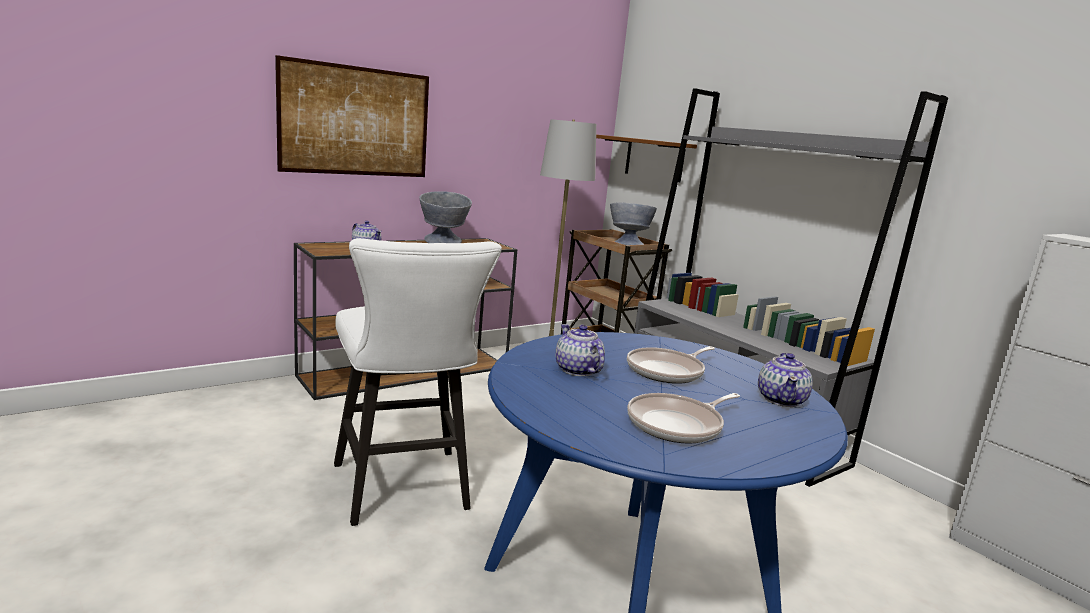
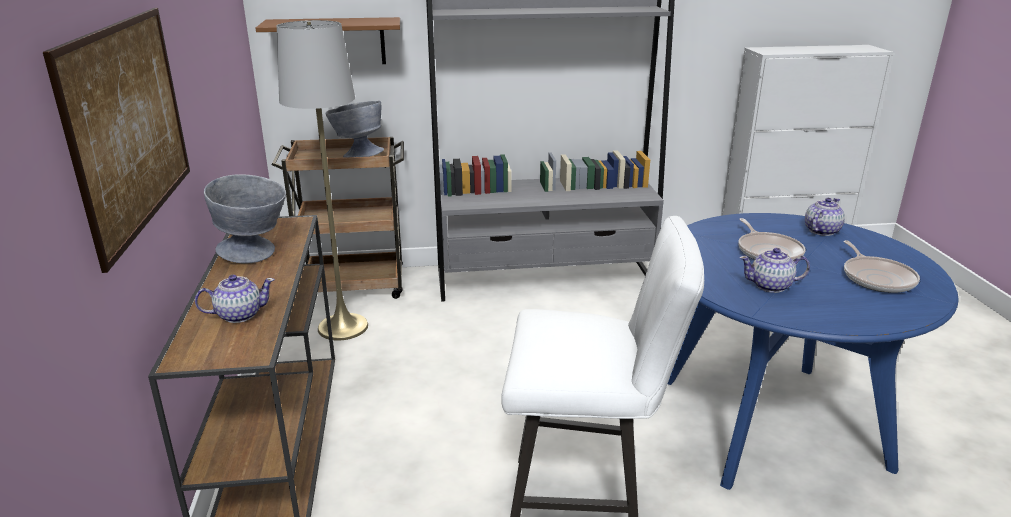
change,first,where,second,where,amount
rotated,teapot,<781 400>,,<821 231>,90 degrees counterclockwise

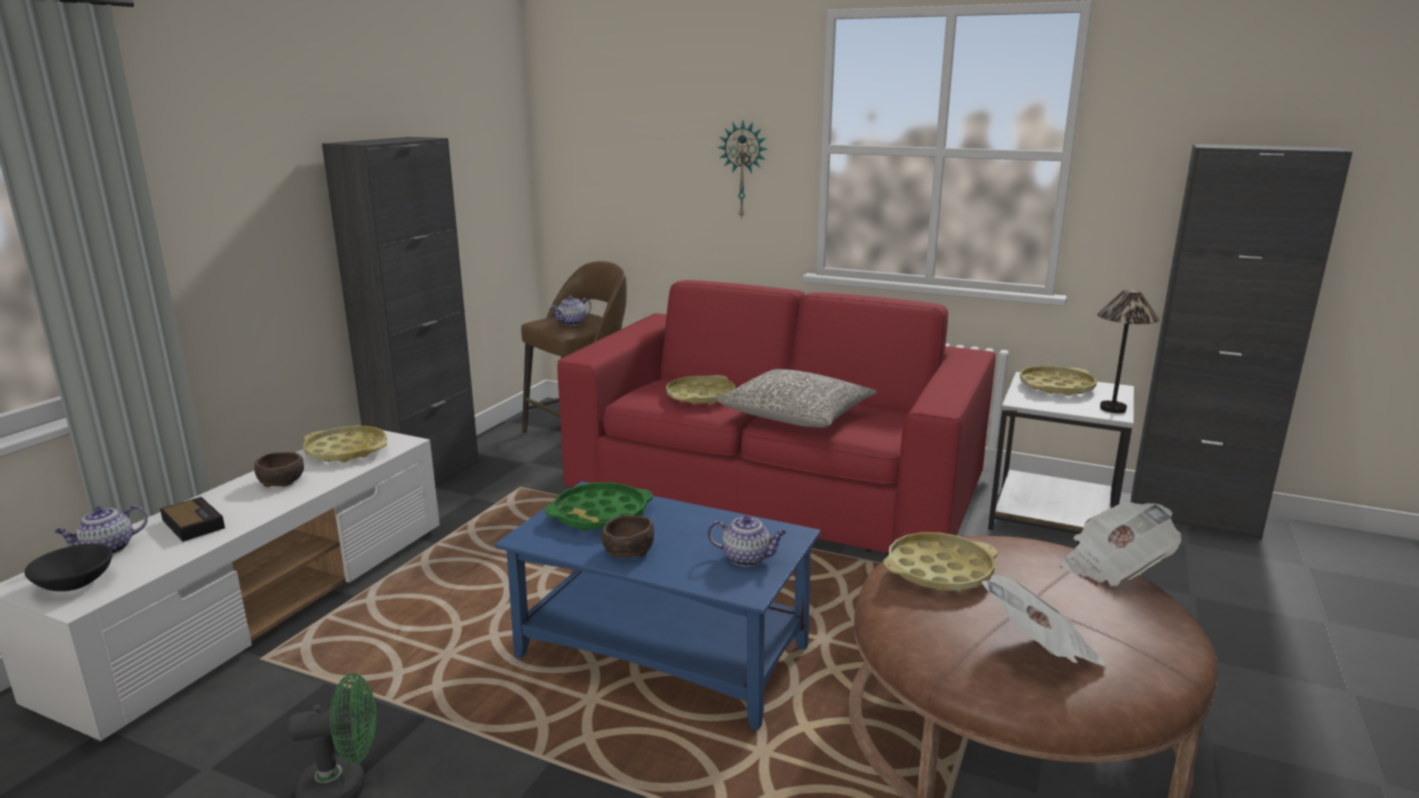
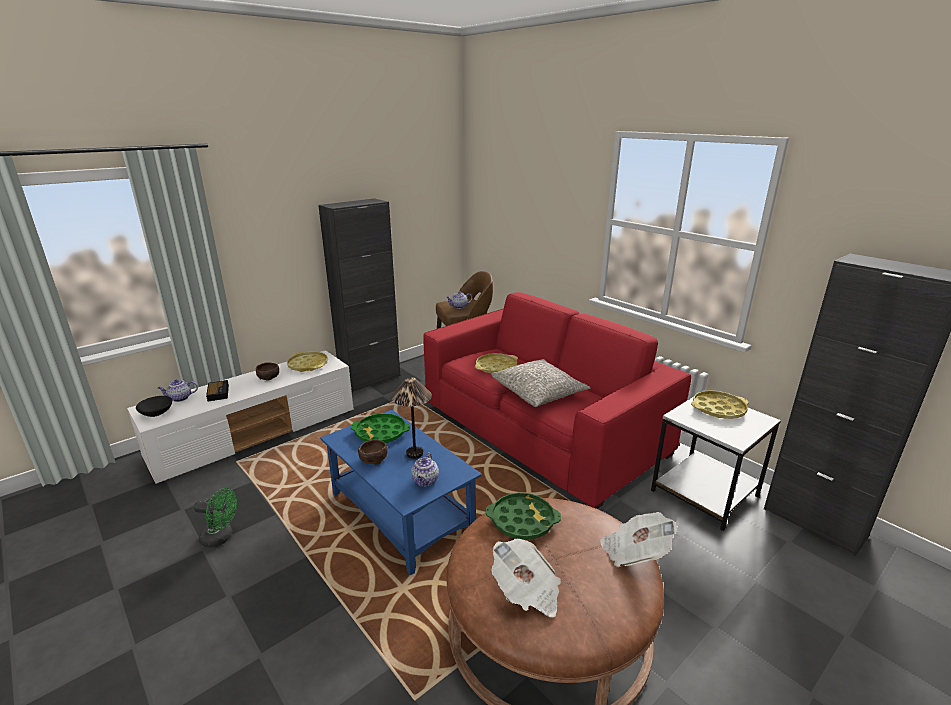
change,first,where,second,where,amount
gone,wall_clock,<743 170>,,,
shifted,table_lamp,<1113 409>,,<415 453>,
rotated,teapot,<747 558>,,<425 481>,60 degrees clockwise
repainted,yellow_tray,<939 570>,green_tray,<522 520>,

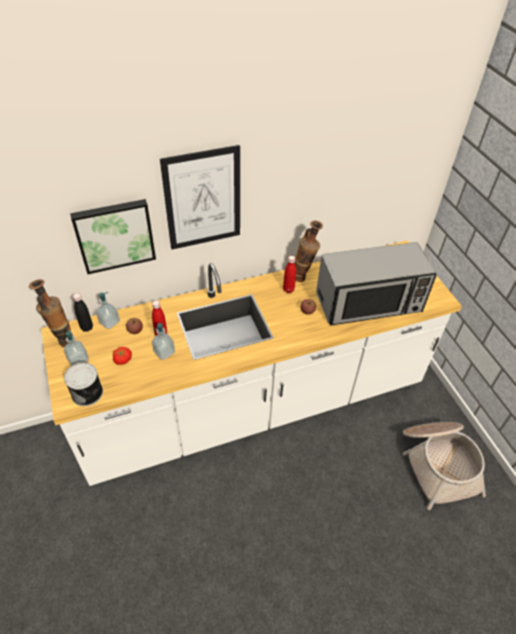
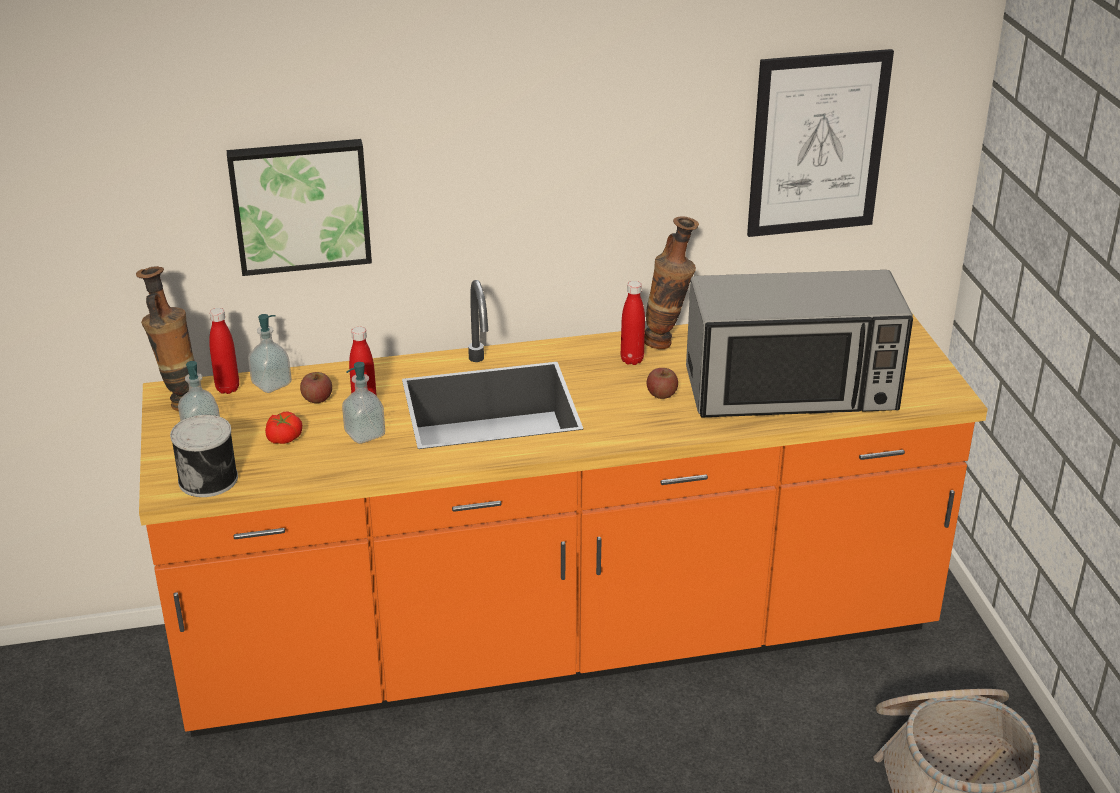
change,first,where,second,where,amount
shifted,picture,<203 199>,,<817 144>,
repainted,white_counter,<254 405>,orange_counter,<560 642>,
repainted,black_bottle,<87 328>,red_bottle,<227 388>,

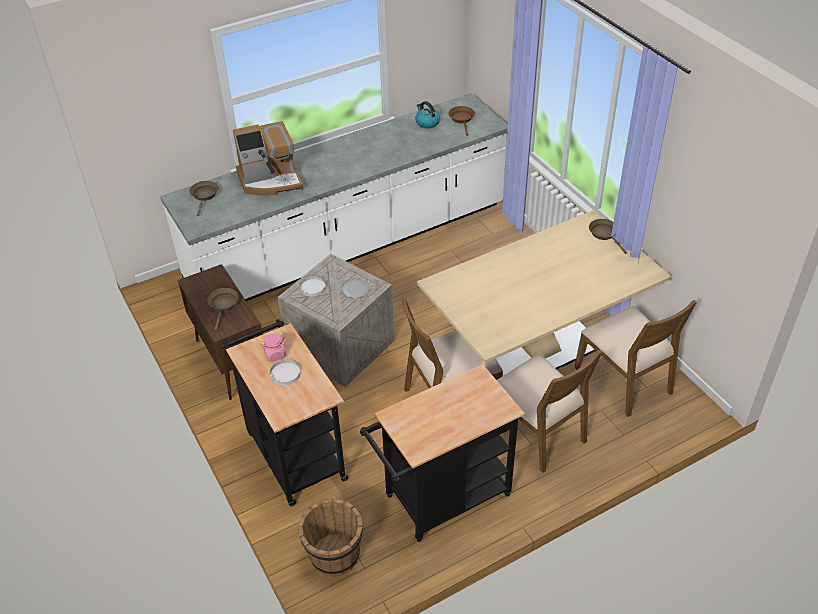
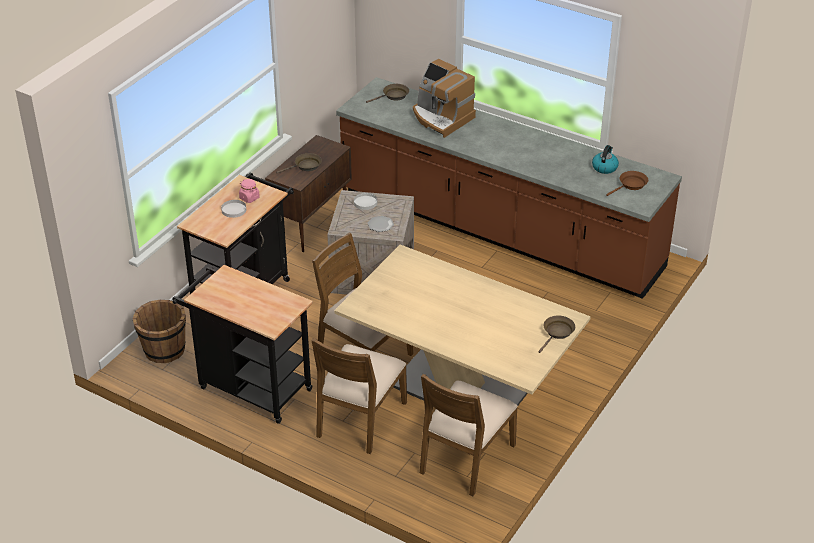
change,first,where,second,where,amount
repainted,white_counter,<349 245>,brown_counter,<498 230>,

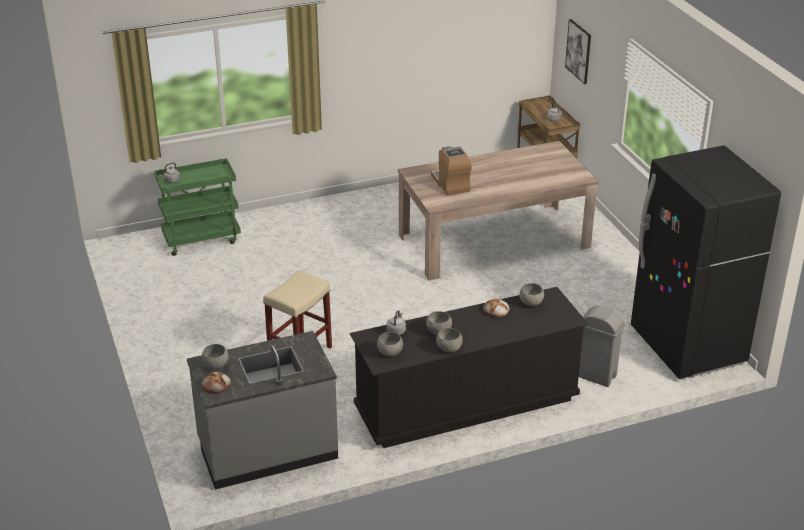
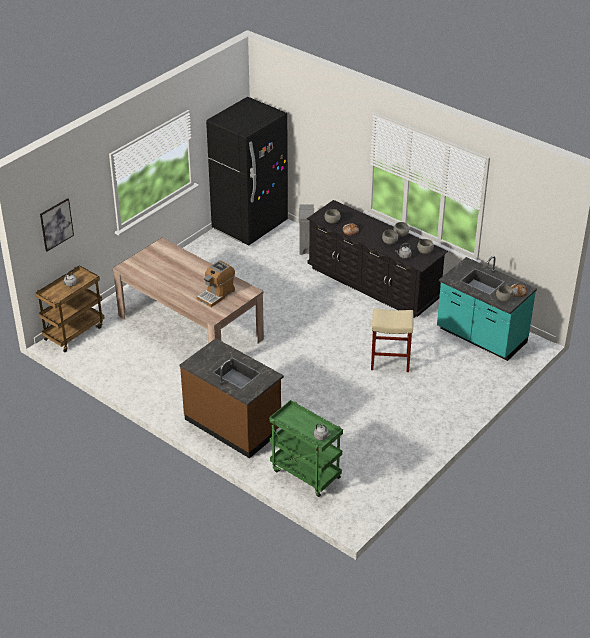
change,first,where,second,where,amount
repainted,grey_counter,<267 449>,turquoise_counter,<481 337>,
new,,,brown_counter,<233 424>,

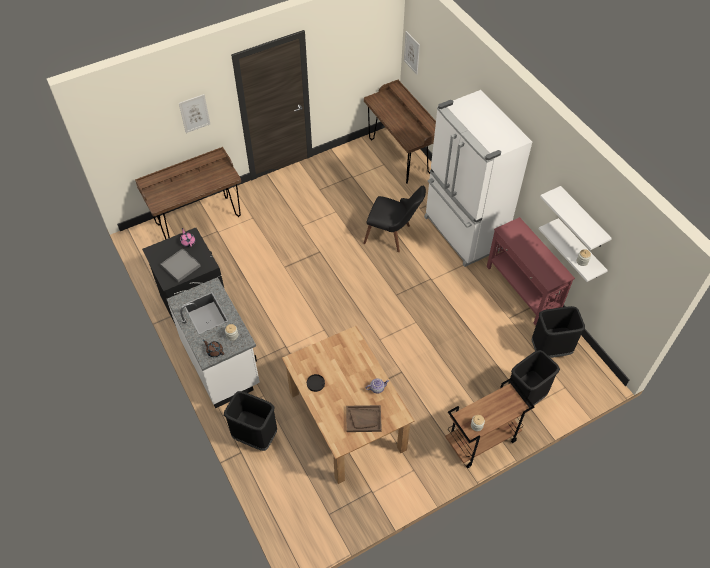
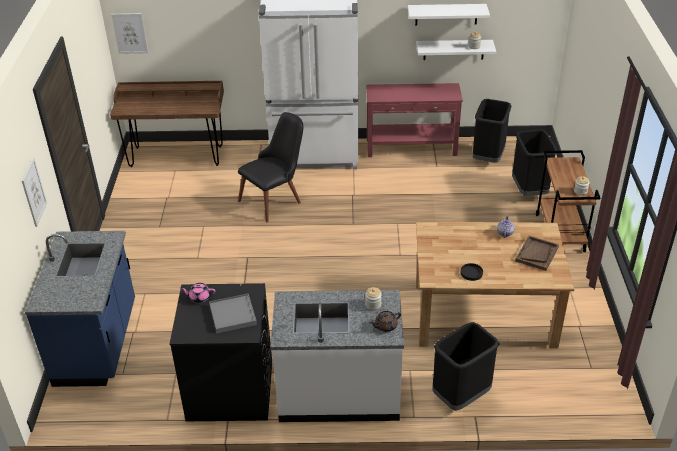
change,first,where,second,where,amount
swapped,brown_desk,<198 220>,blue_counter,<98 344>,

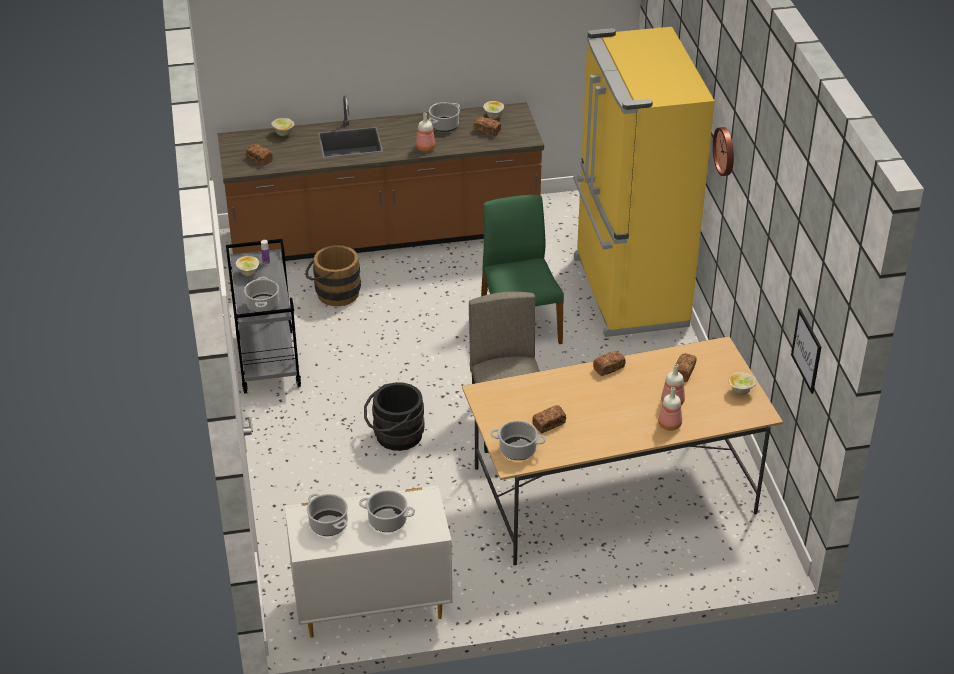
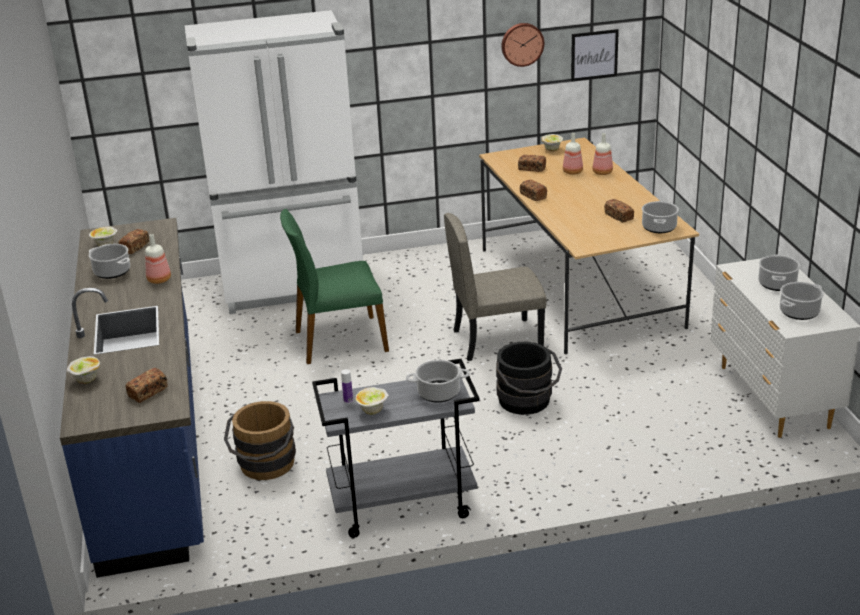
change,first,where,second,where,amount
repainted,yellow_fridge,<627 292>,white_fridge,<293 286>,
repainted,brown_counter,<384 236>,blue_counter,<152 438>,
shifted,wall_clock,<726 151>,,<522 44>,

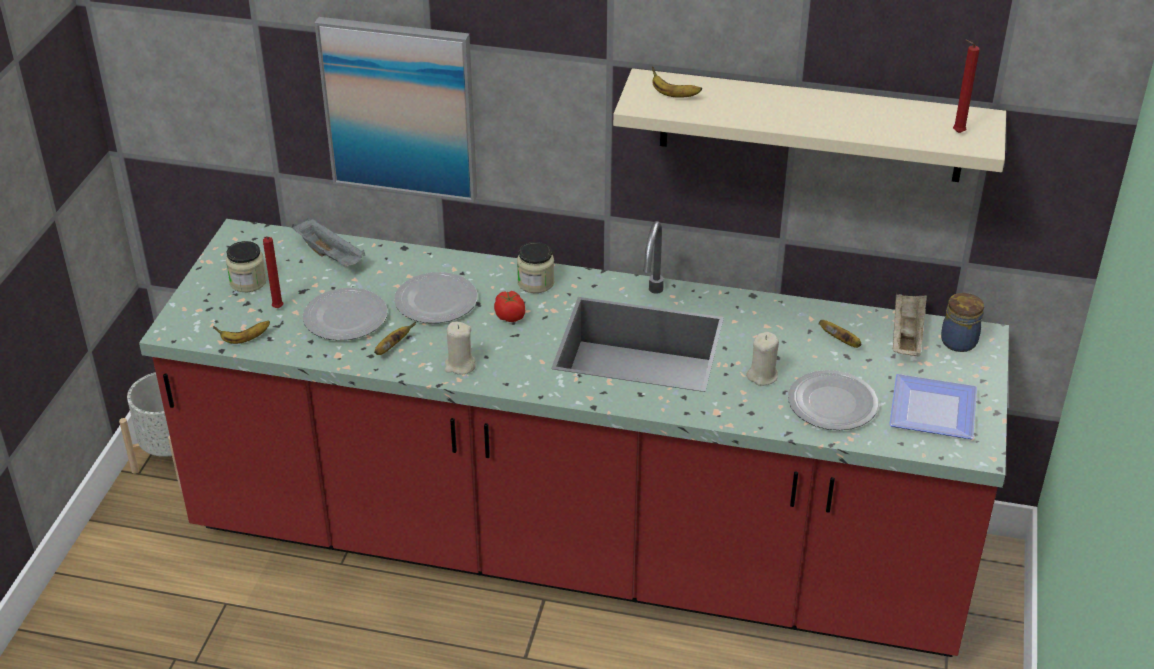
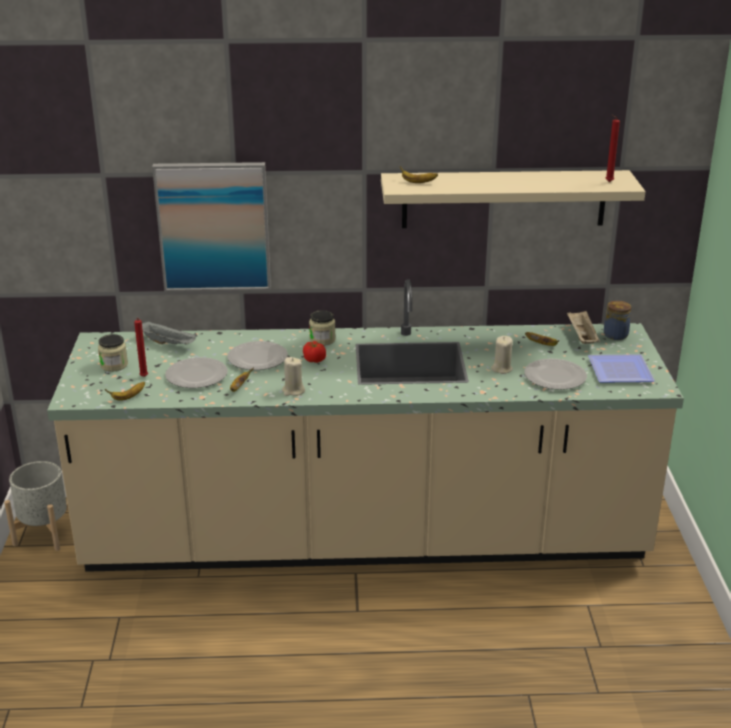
change,first,where,second,where,amount
repainted,red_counter,<577 546>,beige_counter,<365 537>,

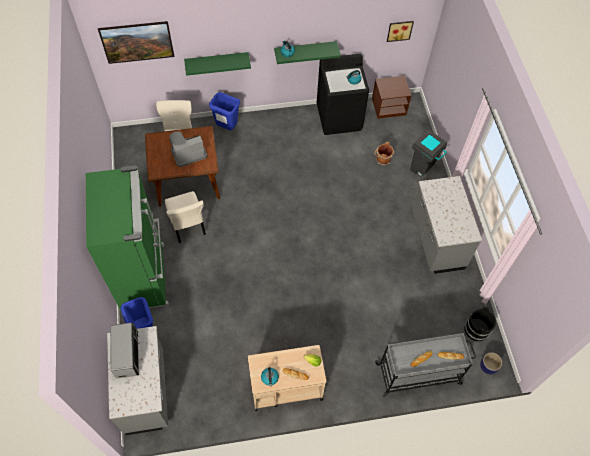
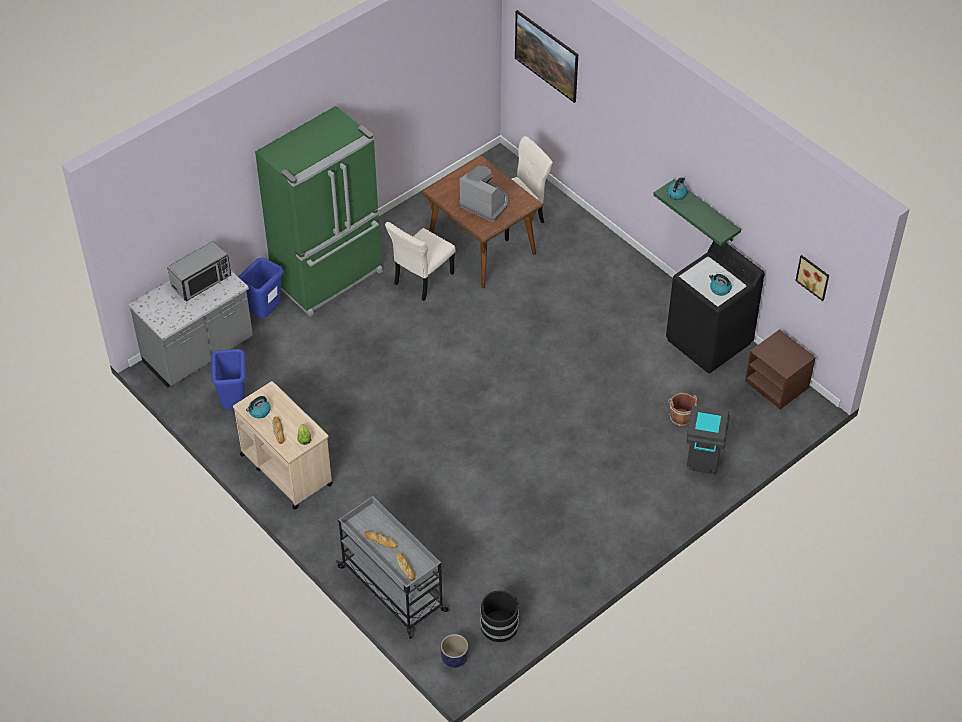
change,first,where,second,where,amount
gone,green_shelf,<217 61>,,,
shifted,blue_trash_can,<227 127>,,<234 404>,
gone,grey_counter,<436 241>,,,

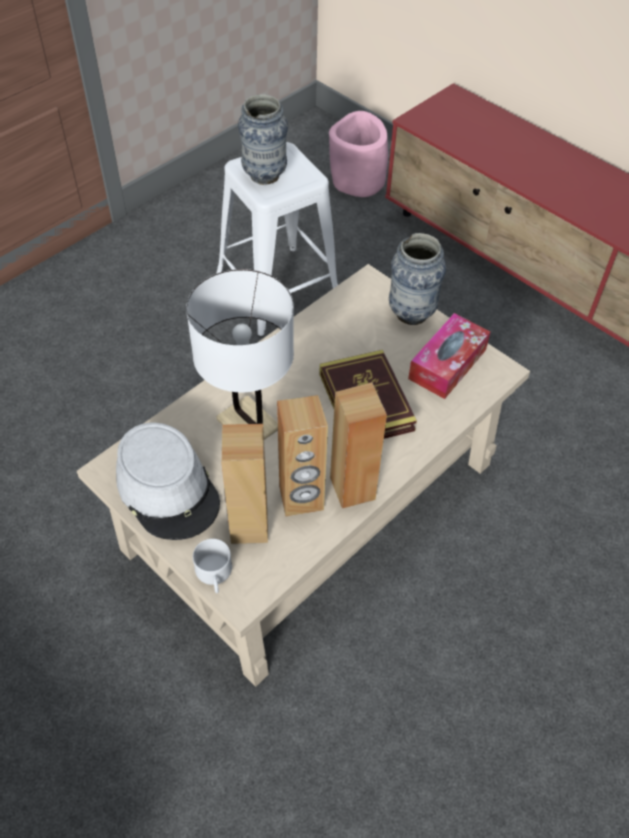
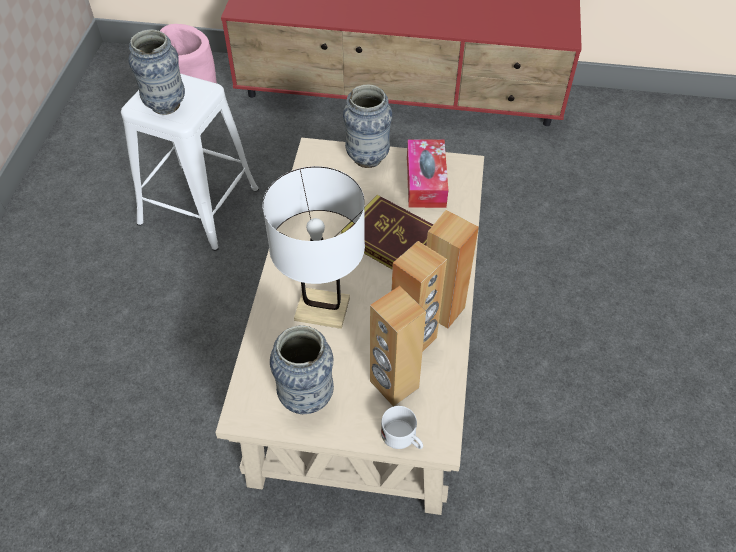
change,first,where,second,where,amount
swapped,grey_hat,<168 489>,vase,<306 398>,

